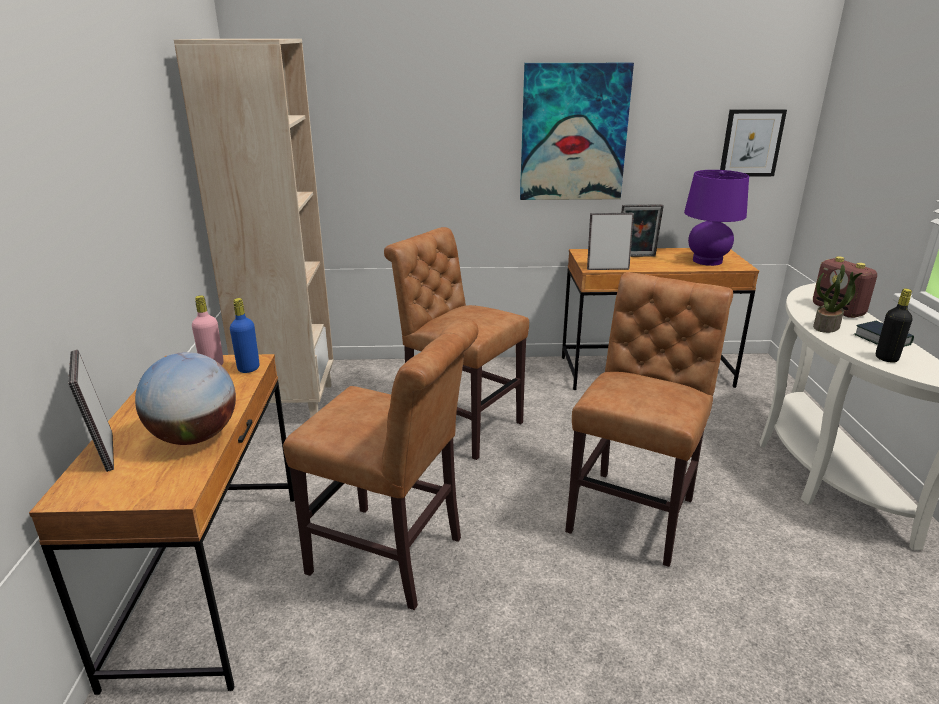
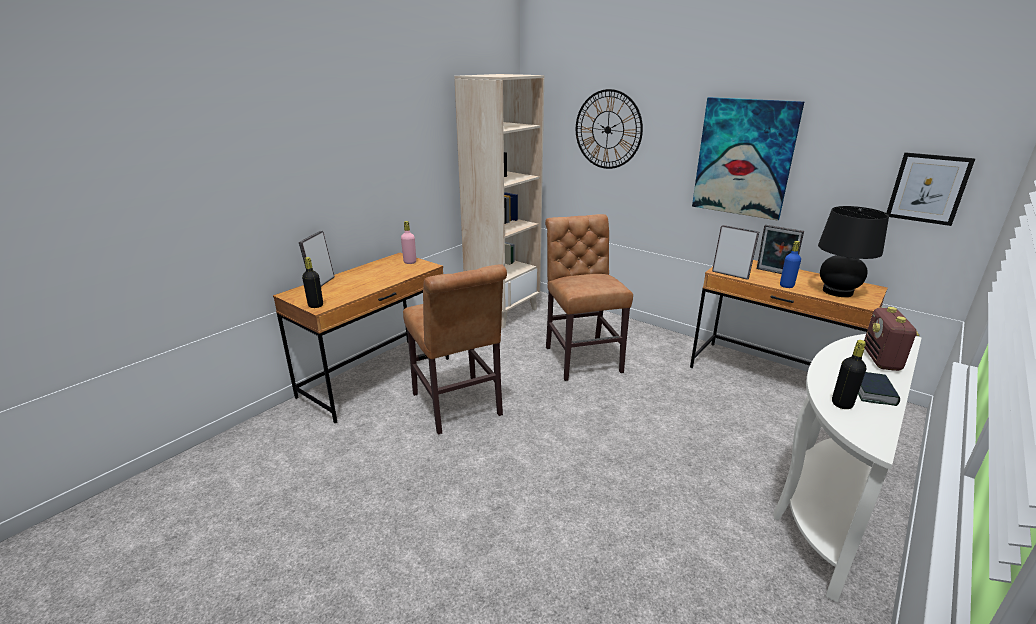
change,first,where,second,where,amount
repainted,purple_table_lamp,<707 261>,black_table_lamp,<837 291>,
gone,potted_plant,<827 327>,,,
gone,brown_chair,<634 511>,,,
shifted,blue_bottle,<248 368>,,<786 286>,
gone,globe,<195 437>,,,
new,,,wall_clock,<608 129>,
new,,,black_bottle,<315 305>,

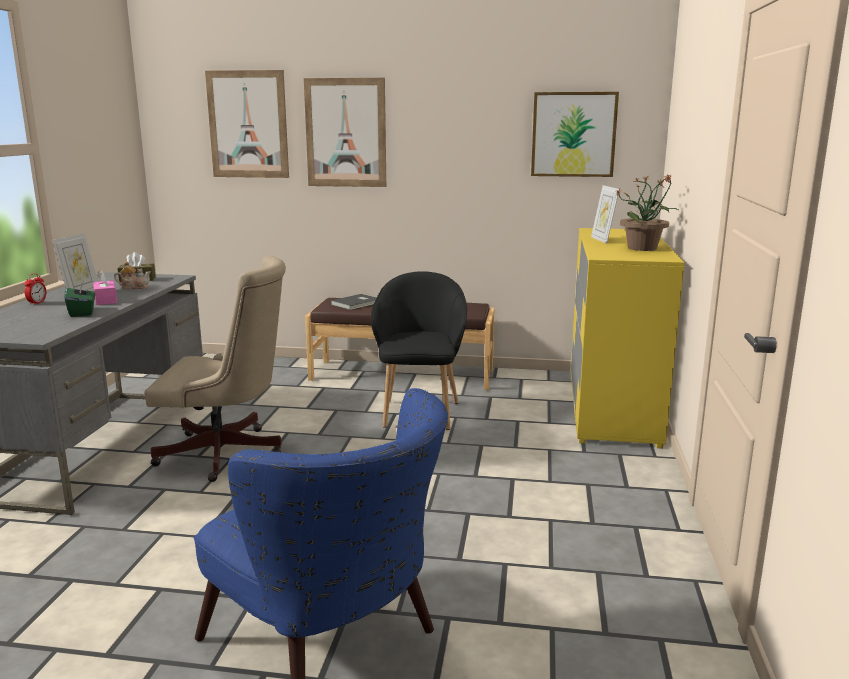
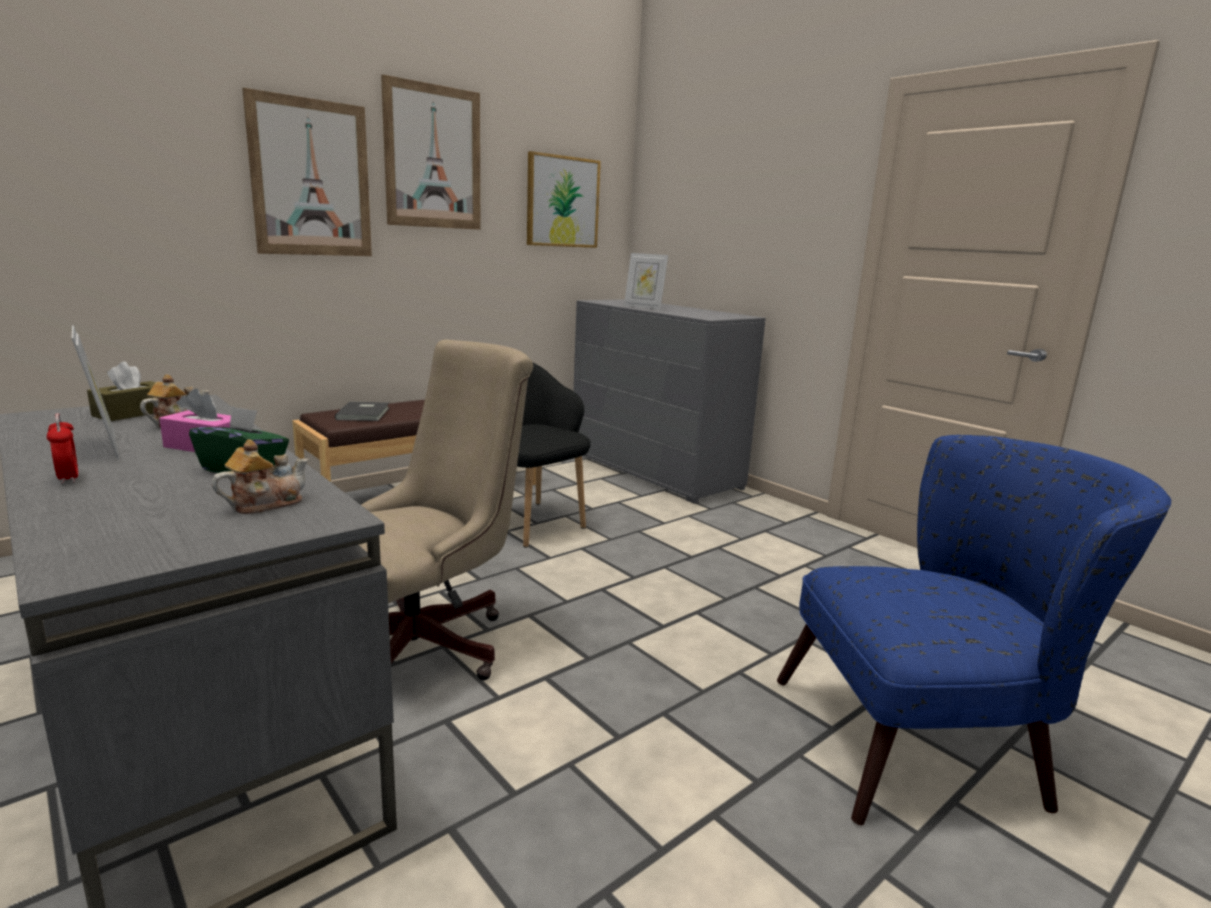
change,first,where,second,where,amount
shifted,picture,<248 124>,,<433 157>,
gone,potted_plant,<643 248>,,,
repainted,yellow_dresser,<612 407>,grey_dresser,<654 470>,
new,,,teapot,<265 504>,

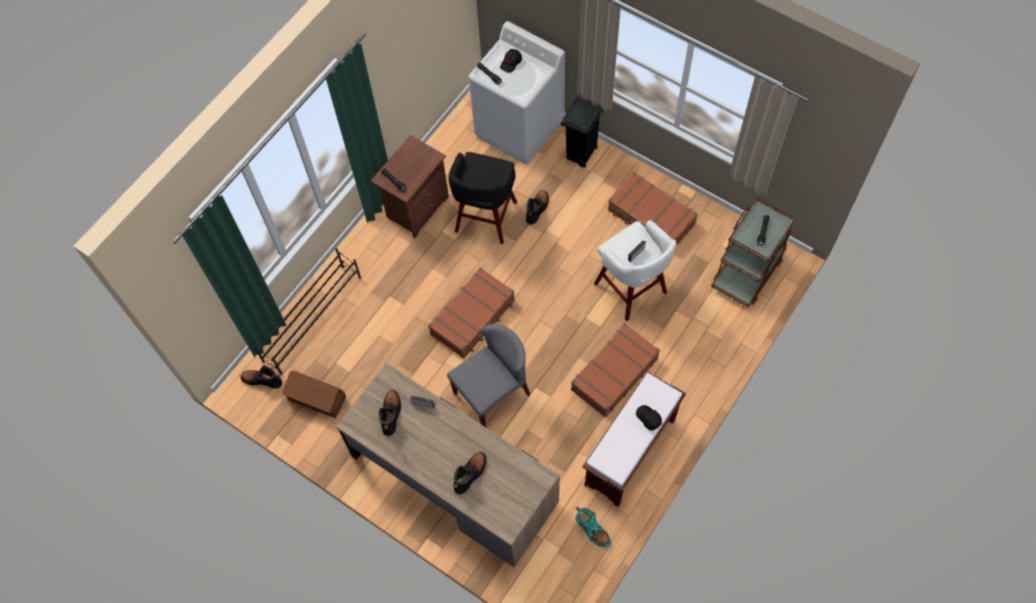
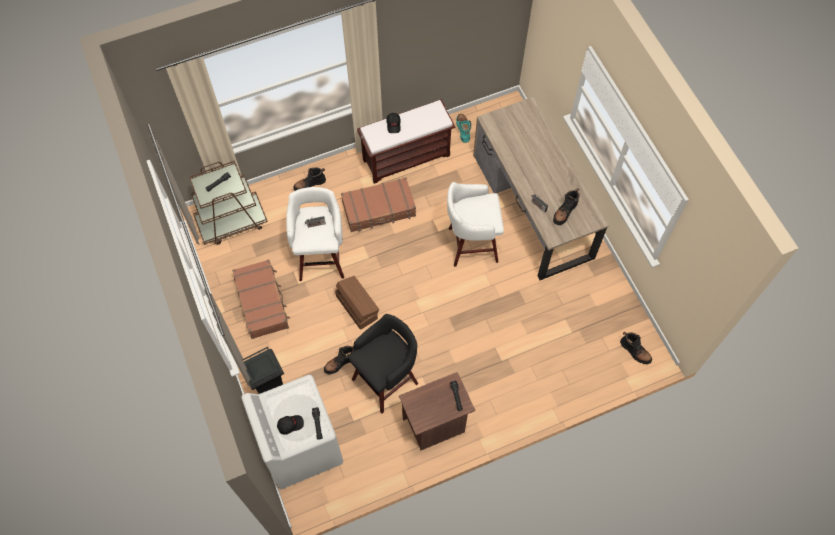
change,first,where,second,where,amount
gone,black_shoe_rack,<313 318>,,,
gone,brown_suitcase,<473 317>,,,
swapped,grey_chair,<492 393>,white_stool,<471 245>,
shifted,brown_storage_box,<317 399>,,<357 306>,
shifted,black_boot,<470 474>,,<310 184>,

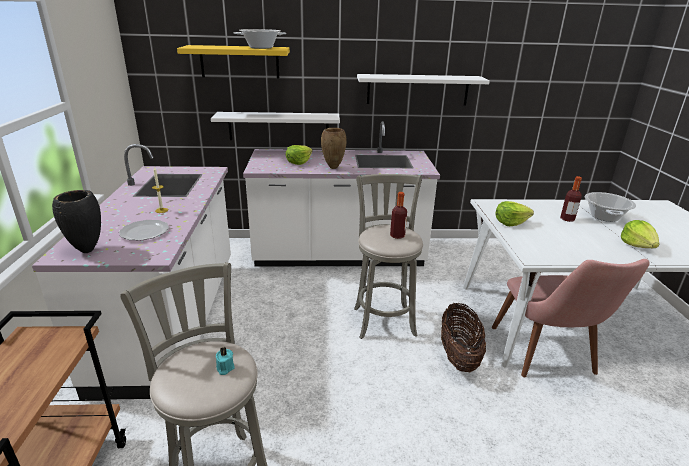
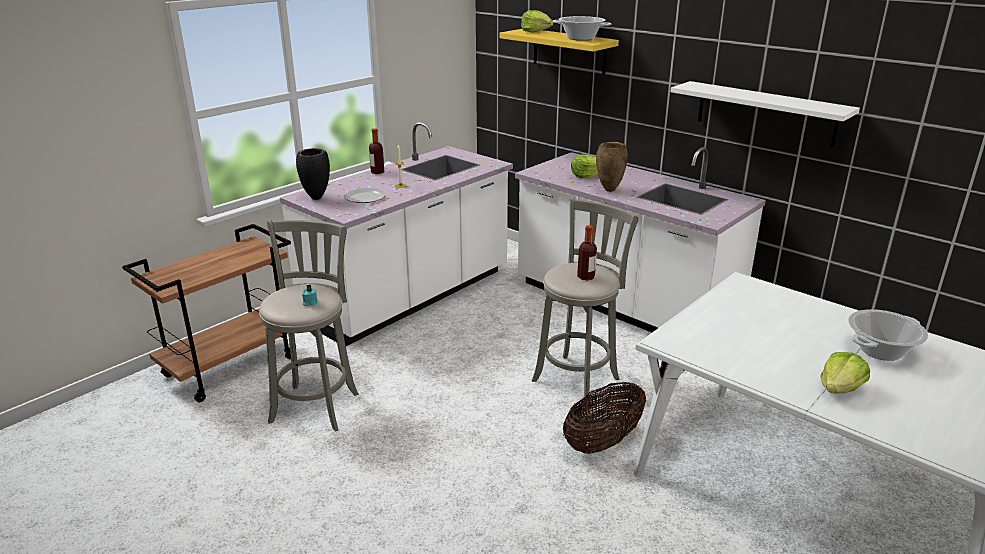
change,first,where,second,where,amount
gone,white_shelf,<278 126>,,,
shifted,bottle,<567 219>,,<377 172>,
shifted,lettuce,<510 222>,,<536 32>,
gone,pink_chair,<549 358>,,,

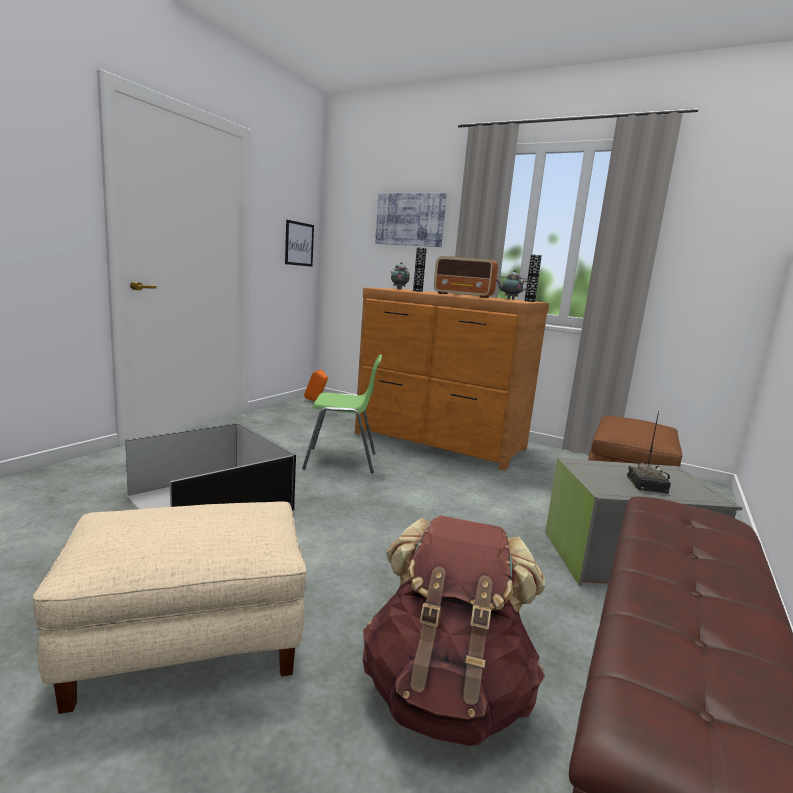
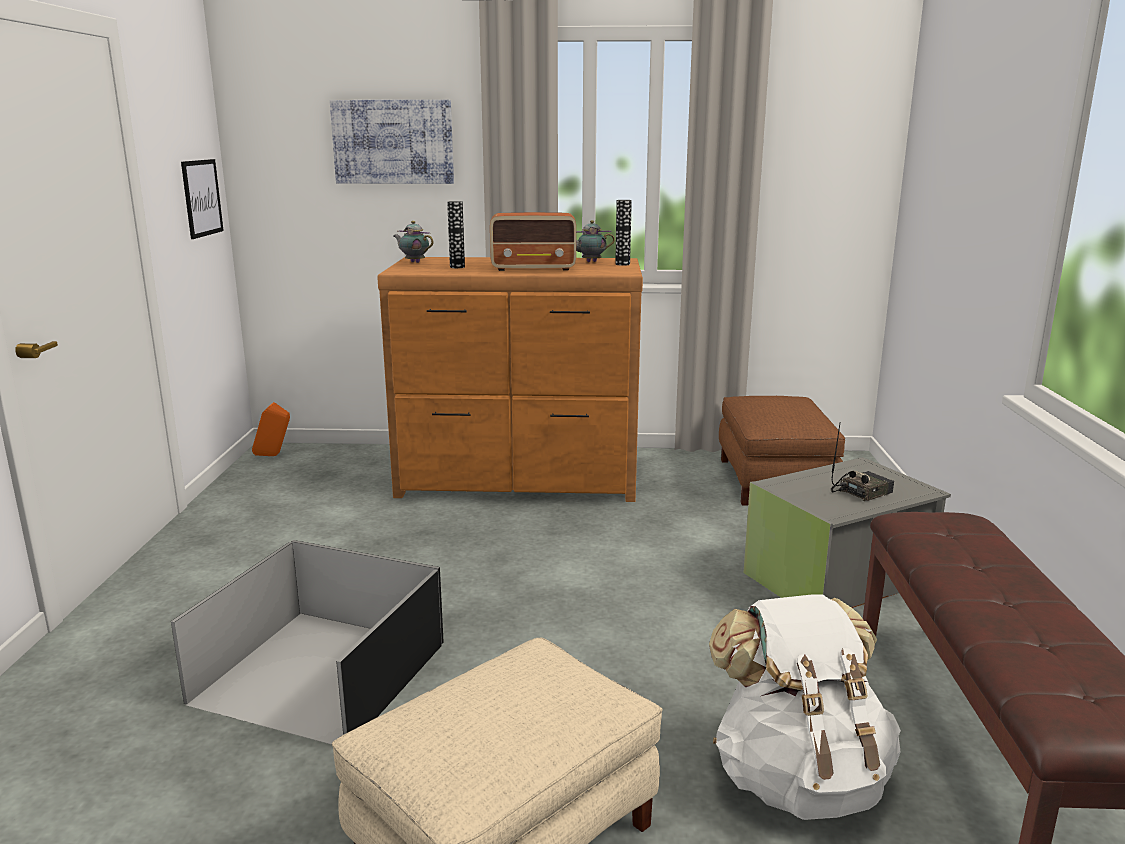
change,first,where,second,where,amount
gone,green_chair,<341 461>,,,
rotated,radio,<649 485>,,<861 492>,105 degrees counterclockwise
repainted,brown_backpack,<446 694>,white_backpack,<798 779>,

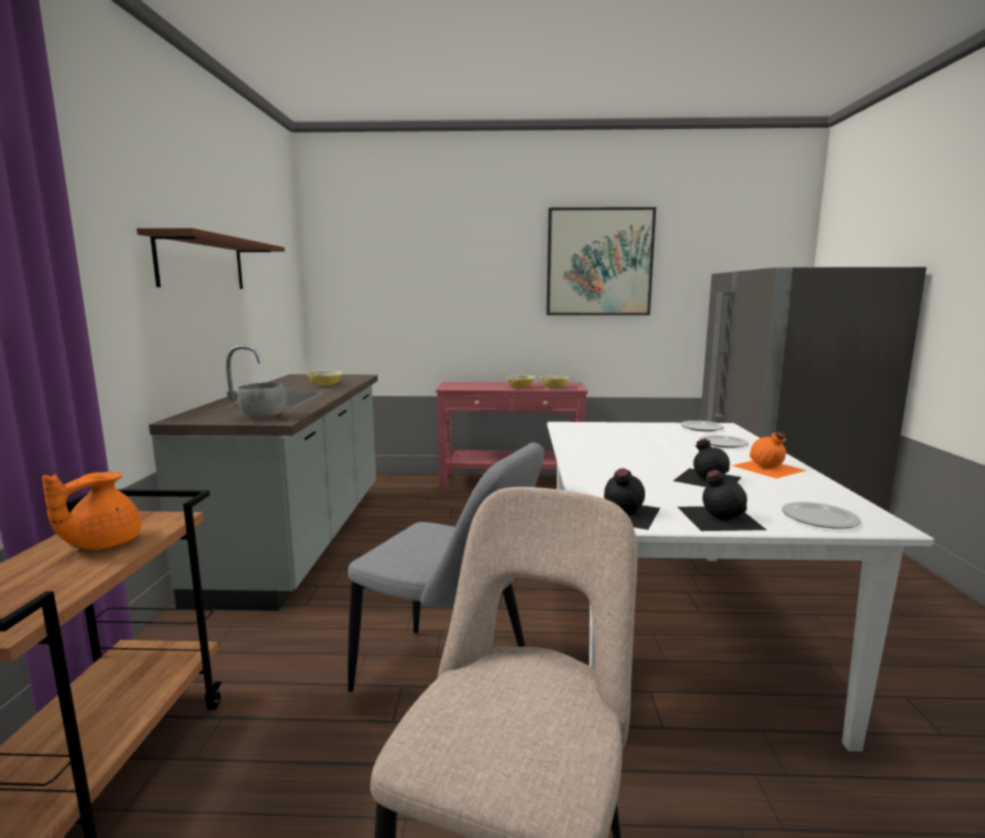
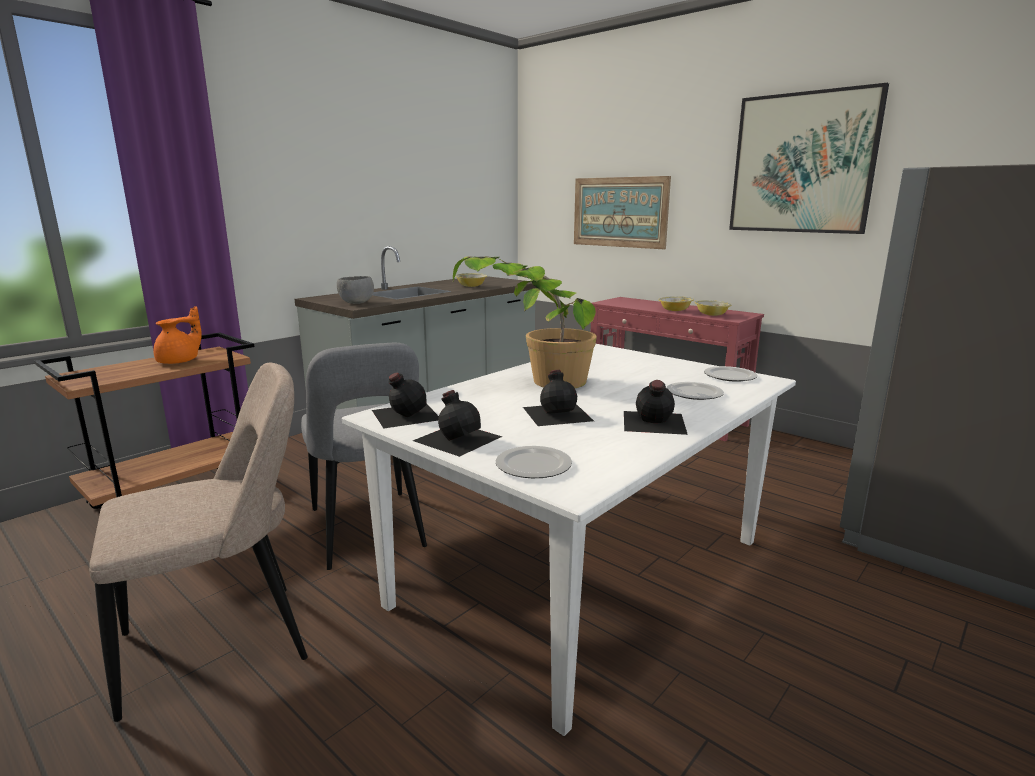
change,first,where,second,where,amount
gone,brown_shelf,<202 263>,,,
repainted,orange_bottle,<768 468>,black_bottle,<652 422>,
rotated,orange_teapot,<101 544>,,<180 361>,150 degrees clockwise
new,,,picture,<619 212>,
new,,,potted_plant,<532 383>,

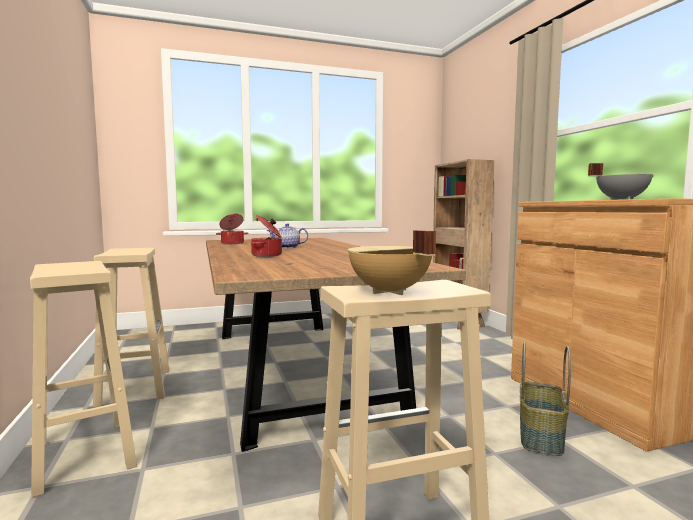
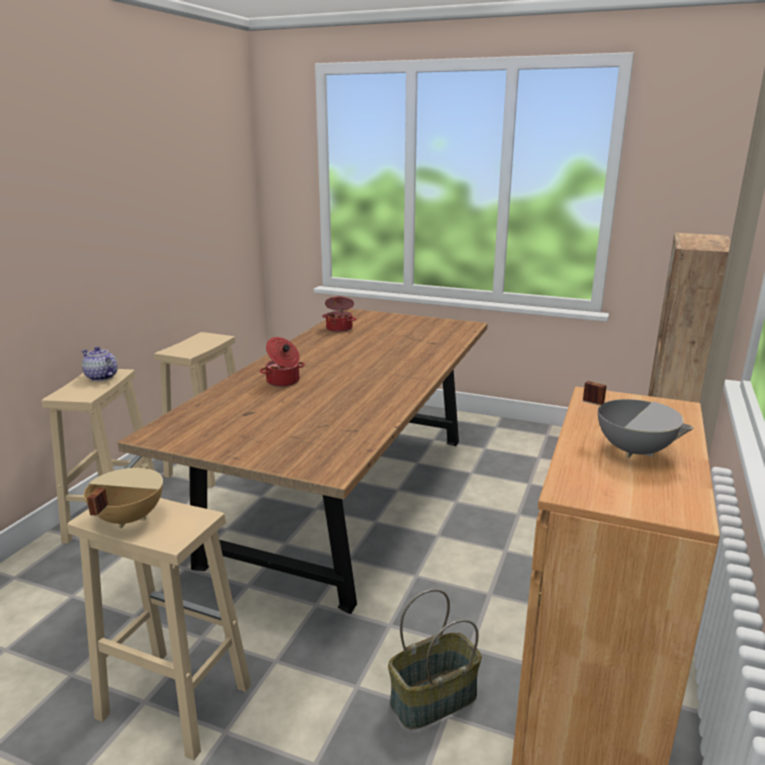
change,first,where,second,where,amount
shifted,teapot,<287 247>,,<101 377>,

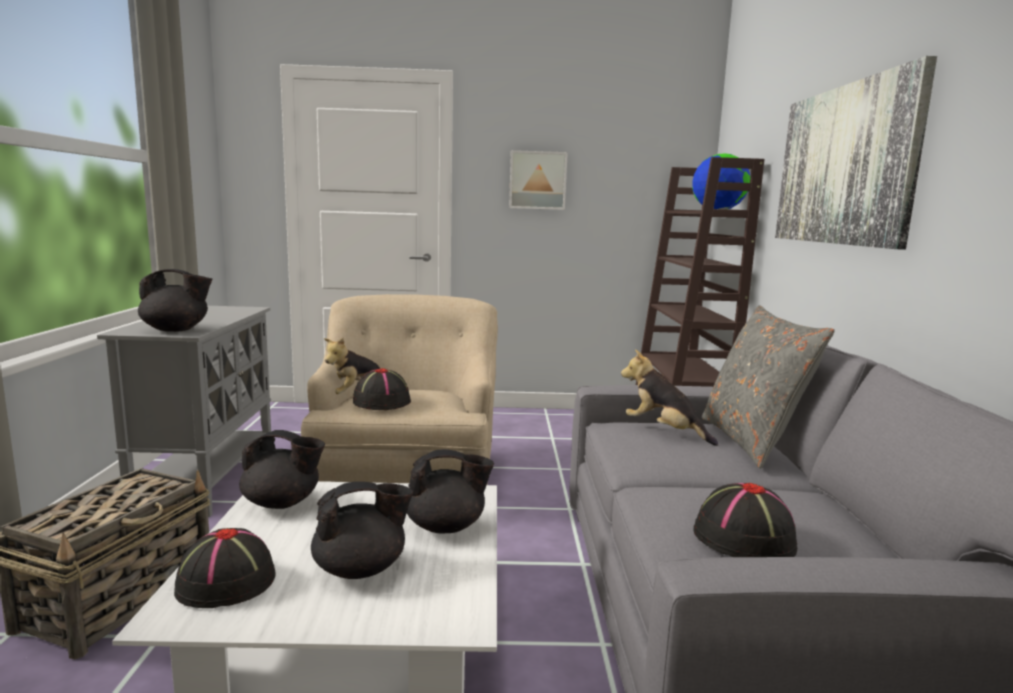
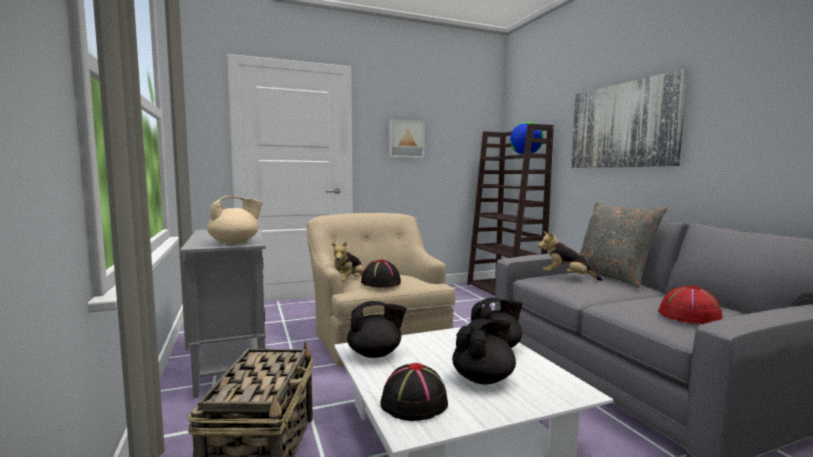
change,first,where,second,where,amount
repainted,black_teapot,<176 330>,beige_teapot,<235 242>,
repainted,black_hat,<743 538>,red_hat,<688 316>,

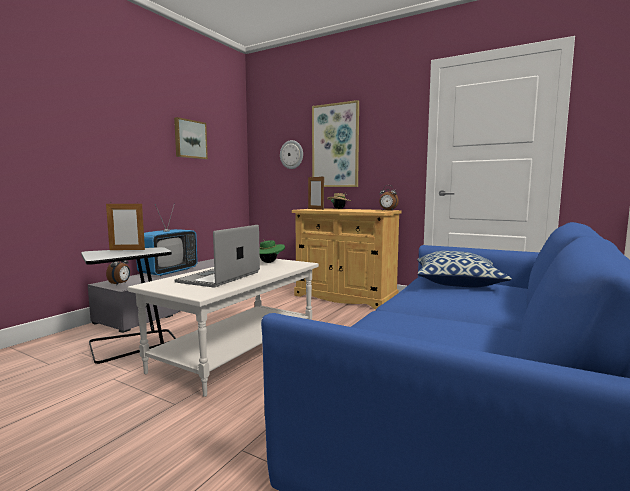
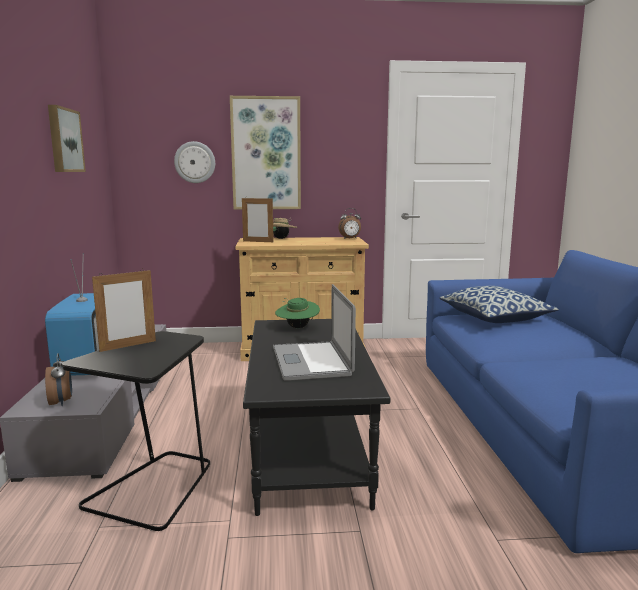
change,first,where,second,where,amount
repainted,white_coffee_table,<238 351>,black_coffee_table,<310 449>,

